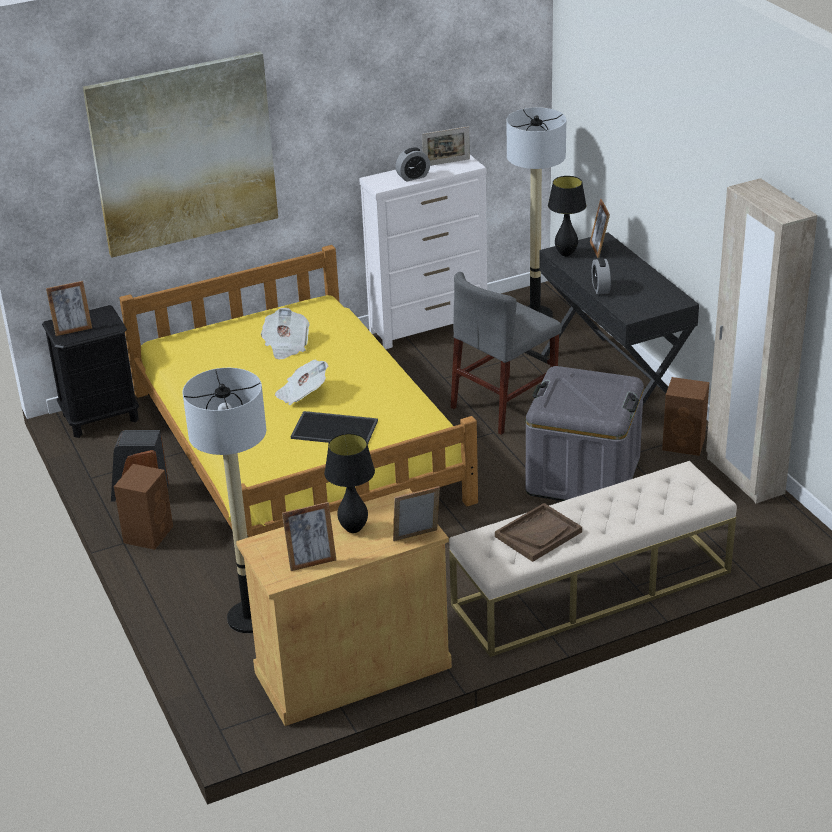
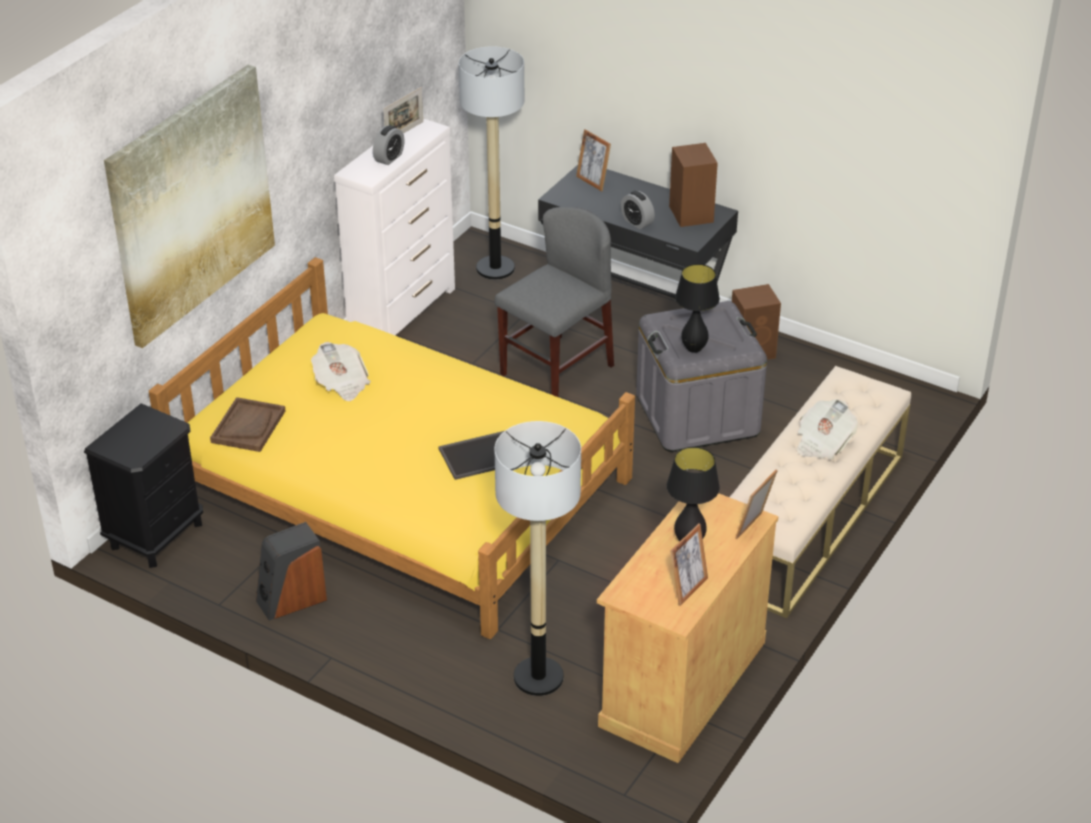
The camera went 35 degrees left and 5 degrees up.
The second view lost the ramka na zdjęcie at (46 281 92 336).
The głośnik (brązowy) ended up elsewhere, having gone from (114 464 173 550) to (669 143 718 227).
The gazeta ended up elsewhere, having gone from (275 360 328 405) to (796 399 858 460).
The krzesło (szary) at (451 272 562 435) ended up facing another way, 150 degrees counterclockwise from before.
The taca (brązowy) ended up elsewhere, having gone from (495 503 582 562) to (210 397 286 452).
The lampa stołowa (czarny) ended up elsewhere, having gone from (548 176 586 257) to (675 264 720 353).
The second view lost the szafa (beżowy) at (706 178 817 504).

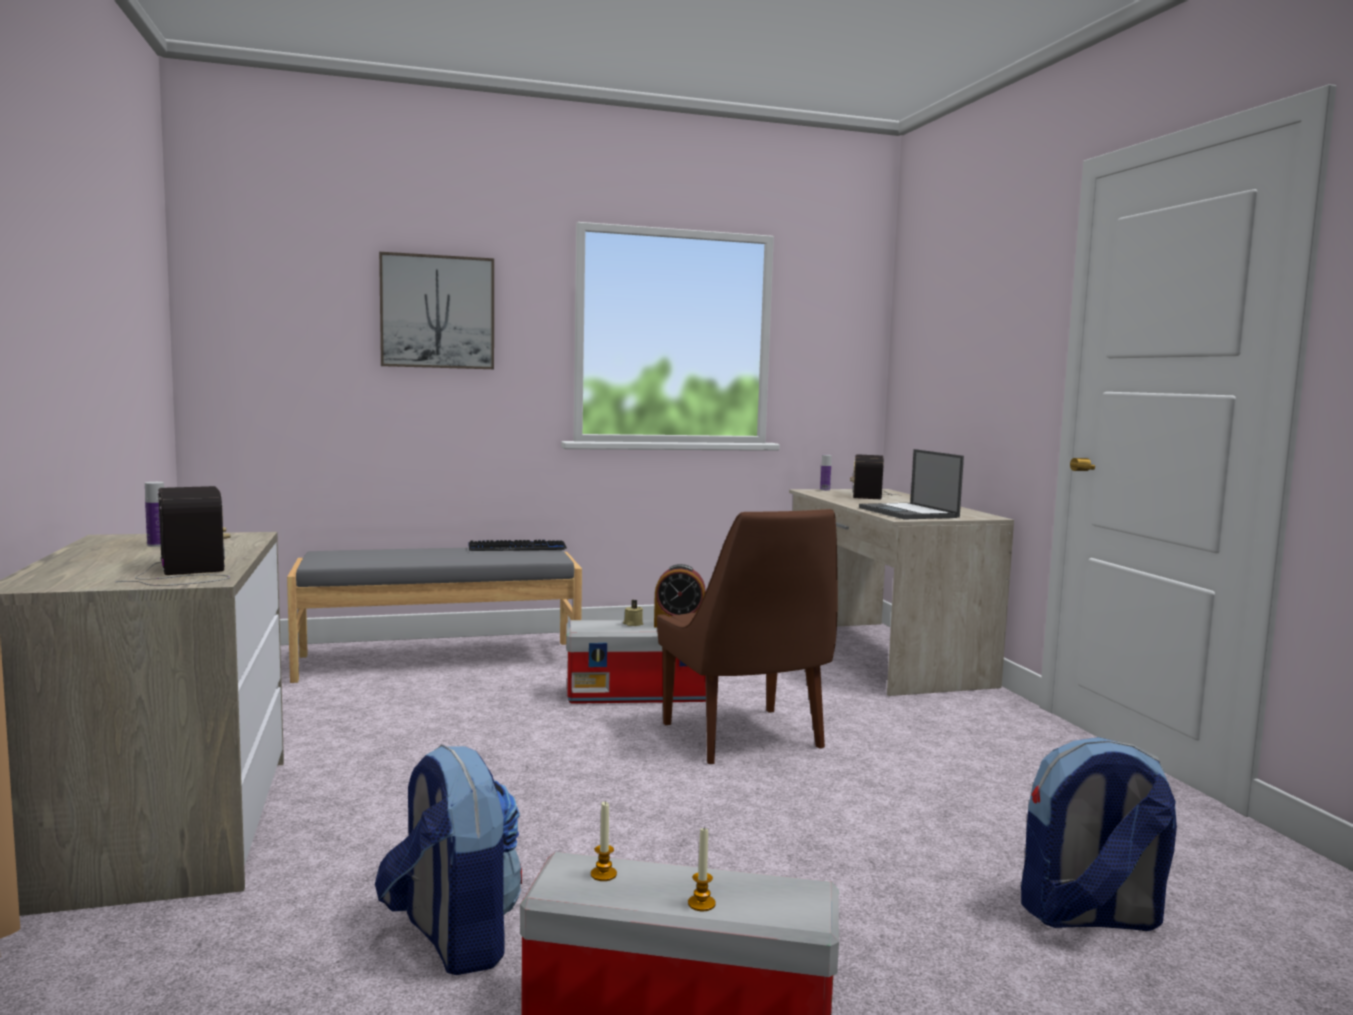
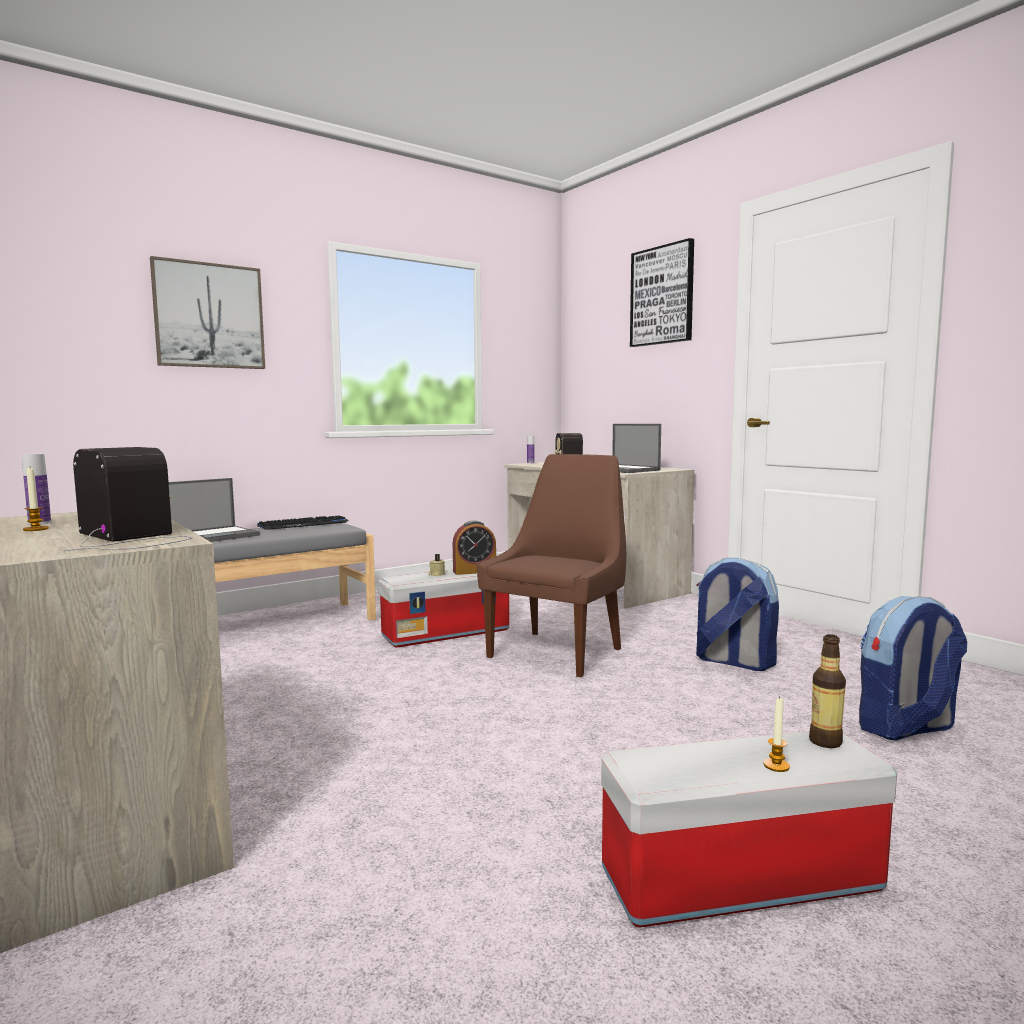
The camera went 20 degrees left and 0 degrees up.
The plecak ended up elsewhere, having gone from (375 744 522 975) to (696 558 779 671).
The świeca ended up elsewhere, having gone from (591 801 617 881) to (23 468 49 531).
The krzesło (brązowy) at (657 509 838 764) ended up facing another way, 105 degrees counterclockwise from before.
The second view gained the laptop at (169 478 260 542).
The second view gained the obraz at (630 238 694 347).
The second view gained the butelka at (809 634 846 748).

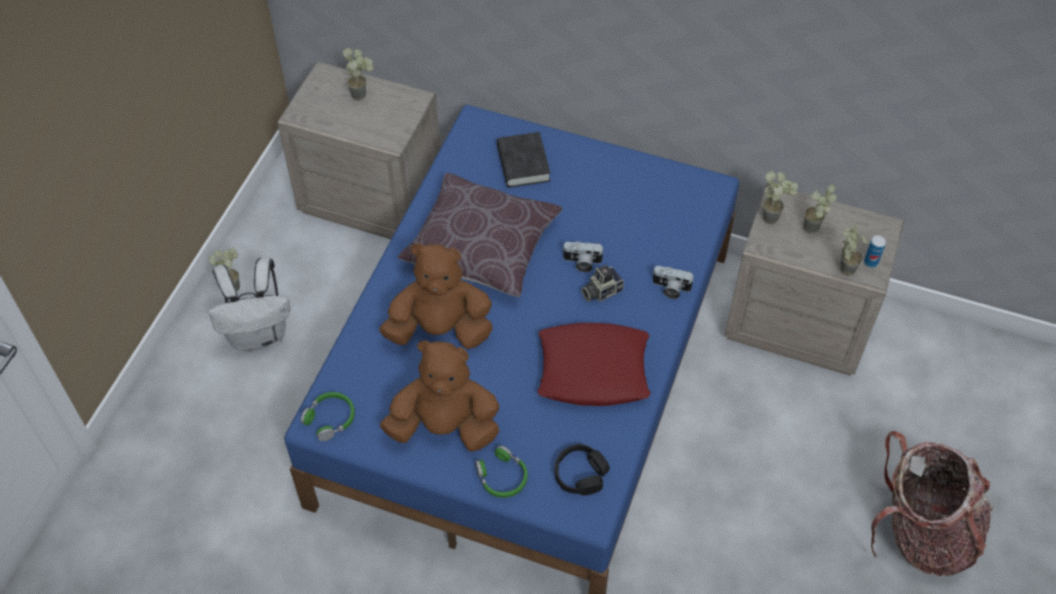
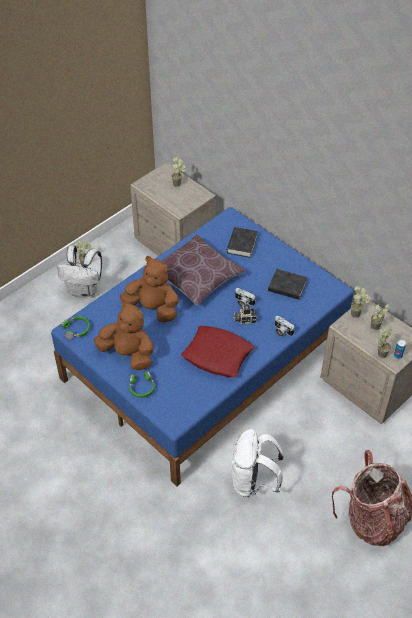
The camera went 25 degrees right and 5 degrees down.
The second view lost the słuchawki (czarny) at (554 444 610 495).
The second view gained the plecak (biały) at (232 429 284 497).
The second view gained the książka (czarny) at (268 269 307 300).

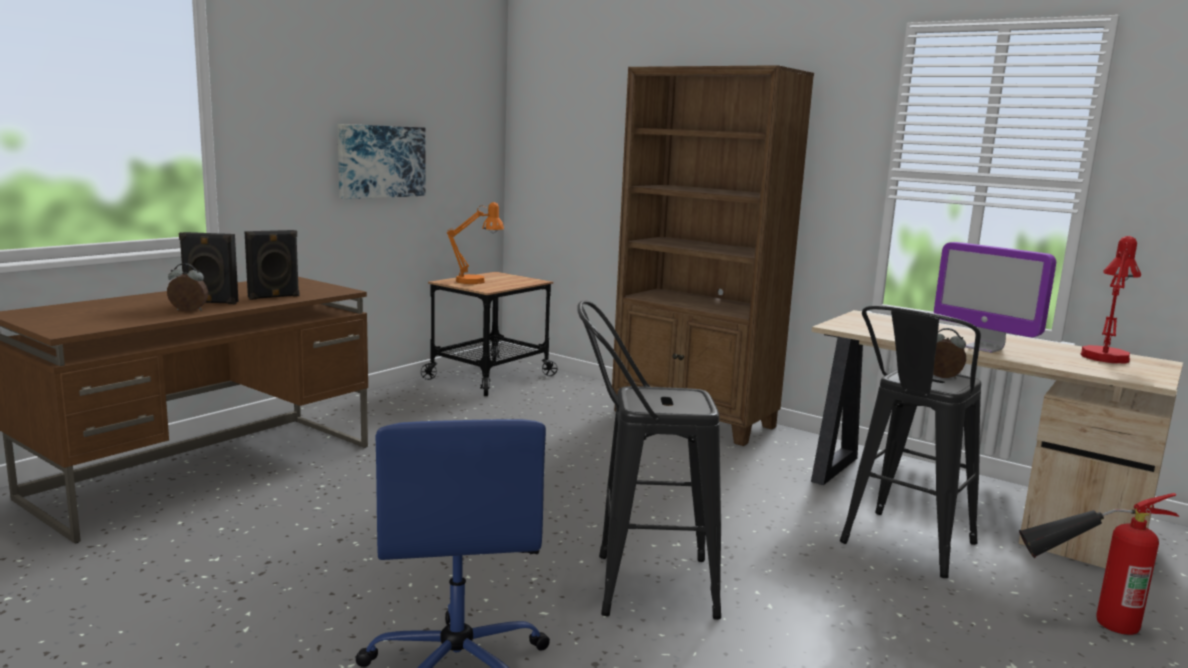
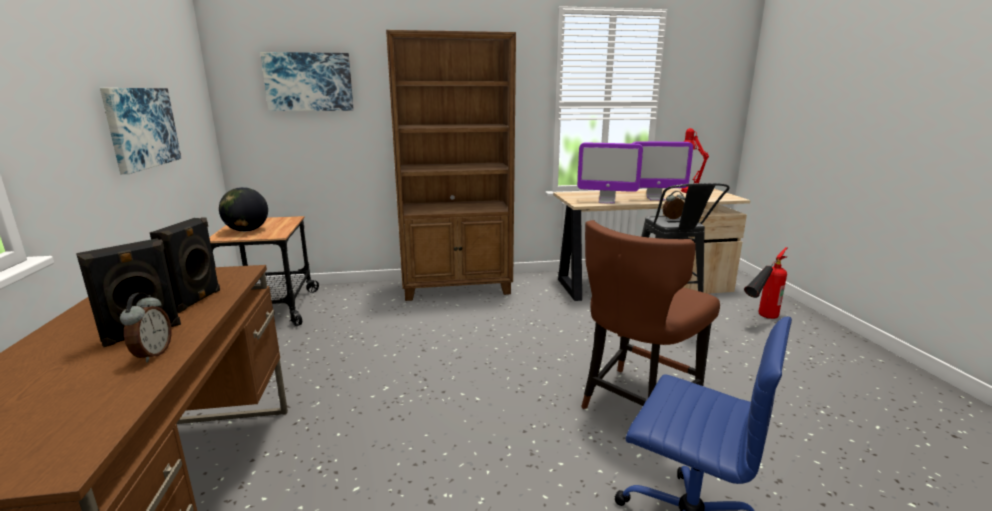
The camera went 45 degrees left and 5 degrees up.
The budzik at (167 263 208 312) ended up facing another way, 135 degrees clockwise from before.
Where the lampa stołowa (pomarańczowy) stood at (447 202 504 284), the globus came to stand at (219 187 268 232).
Where the stołek (czarny) stood at (577 300 721 620), the krzesło (brązowy) came to stand at (581 220 720 409).
The second view gained the obraz at (260 52 354 111).
The second view gained the monitor at (577 143 643 204).

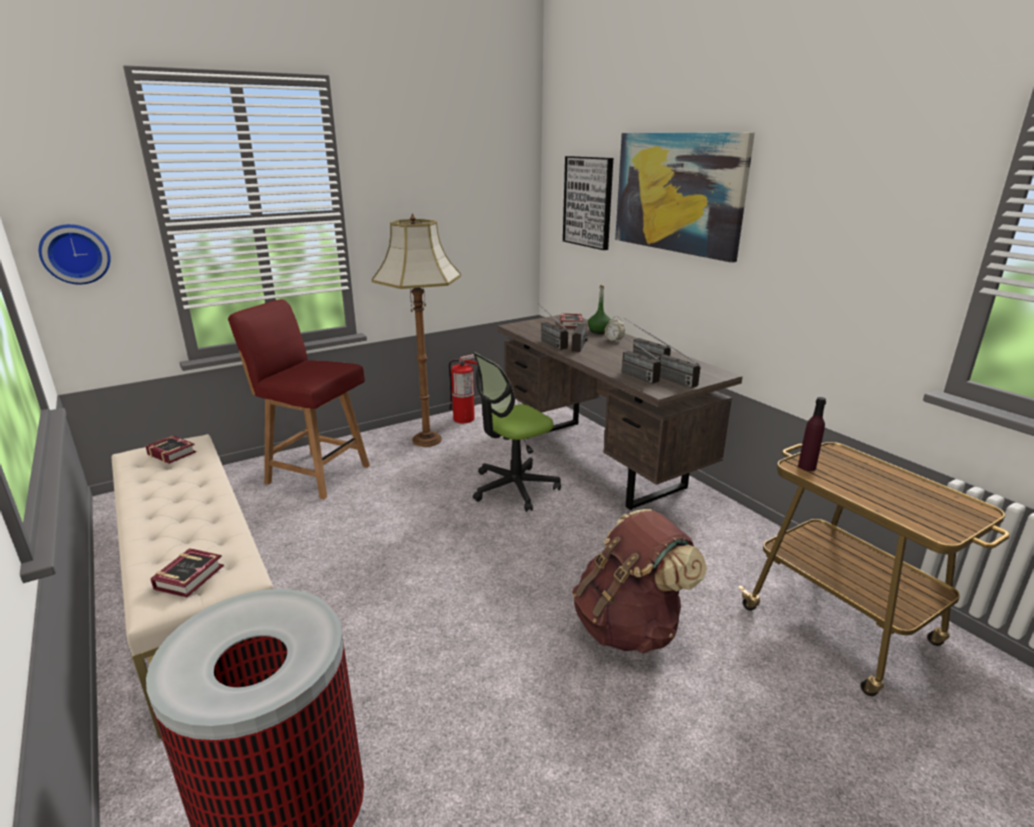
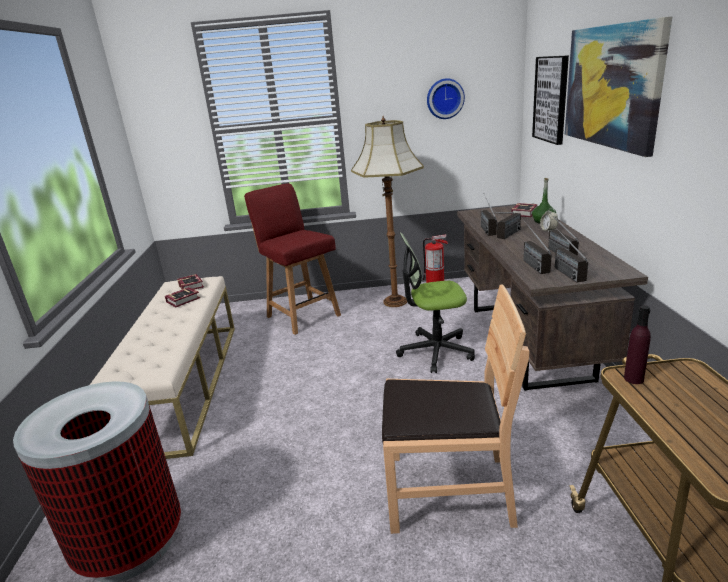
The camera went 30 degrees right and 0 degrees up.
The zegar ścienny ended up elsewhere, having gone from (39 224 111 284) to (427 78 465 119).
The książka ended up elsewhere, having gone from (150 548 224 597) to (165 287 200 307).
Where the plecak (brązowy) stood at (572 509 707 654), the krzesło (brązowy) came to stand at (382 284 529 534).

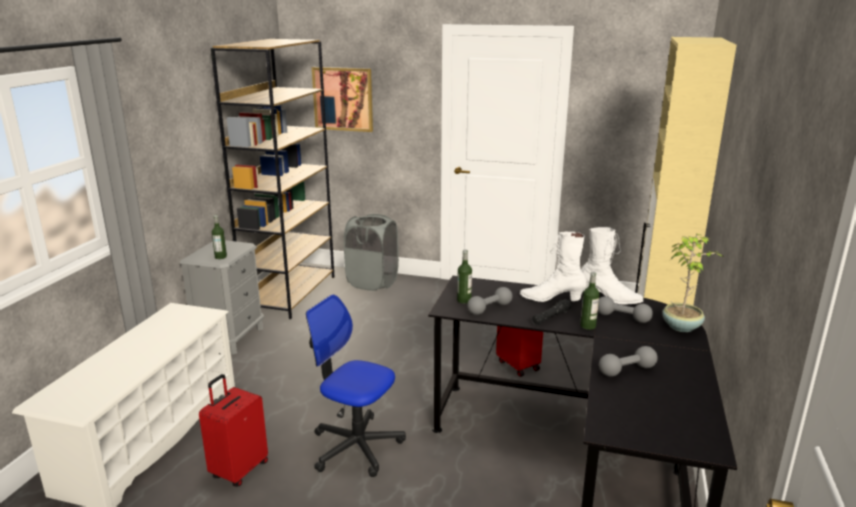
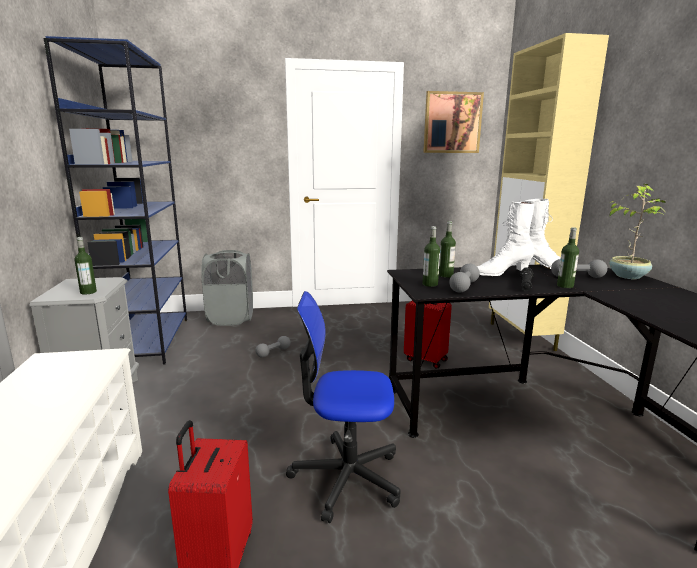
The camera went 25 degrees left and 5 degrees down.
What was the regał (brązowy) at (211 39 334 319) turned into the regał (niebieski) at (43 36 187 365).
The obraz ended up elsewhere, having gone from (312 67 373 132) to (423 91 484 153).
The hantel (szary) ended up elsewhere, having gone from (599 346 658 377) to (255 336 291 358).
The second view gained the butelka at (439 221 456 278).

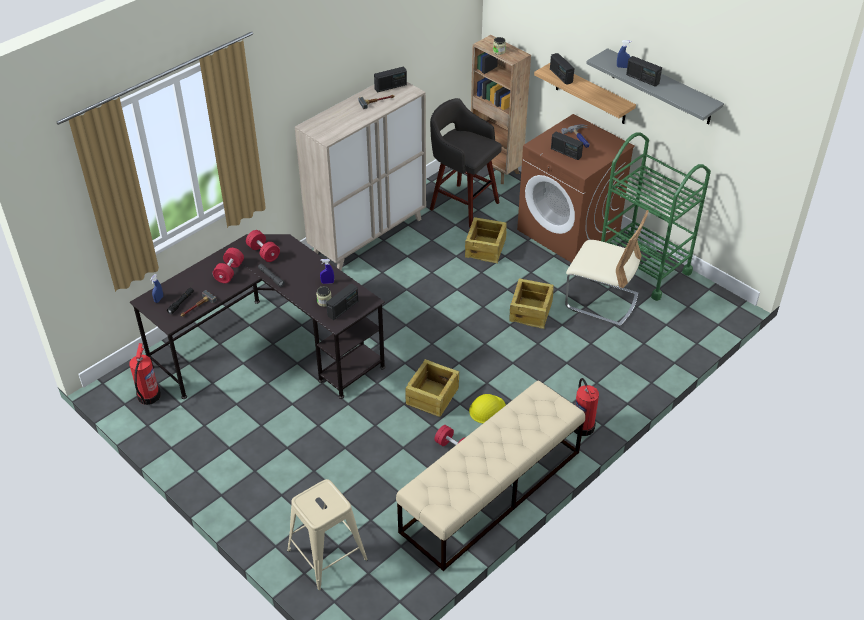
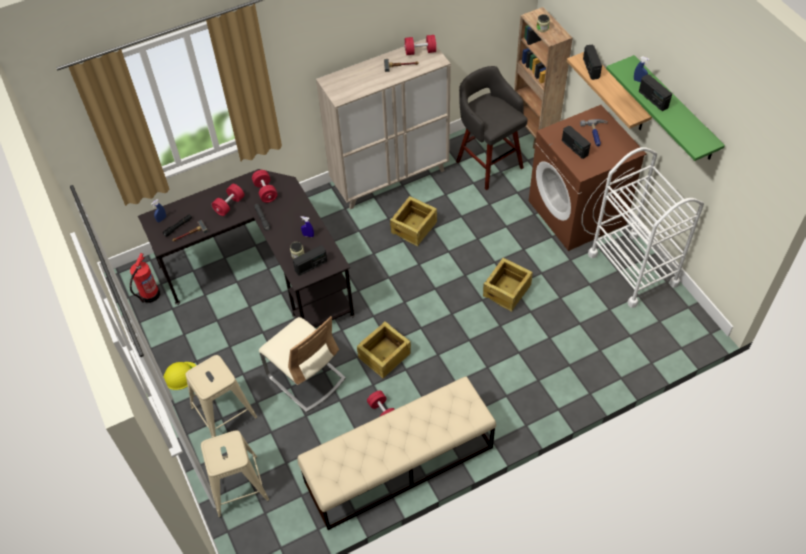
The camera went 20 degrees right and 10 degrees up.
Where the radio stood at (374 67 407 93), the hantel (czerwony) came to stand at (404 35 437 55).
The skrzynka ended up elsewhere, having gone from (465 217 507 263) to (390 196 437 247).
The kask (żółty) ended up elsewhere, having gone from (469 394 506 423) to (163 362 197 390).
The krzesło (beżowy) ended up elsewhere, having gone from (565 210 649 326) to (259 316 346 412).
The second view lost the gaśnica at (573 378 599 436).
What was the półka (szary) at (586 48 724 124) turned into the półka (zielony) at (606 55 725 161).
What was the wózek (zielony) at (601 132 711 301) turned into the wózek (biały) at (588 147 704 308).
The second view gained the stołek (beżowy) at (185 355 257 438).

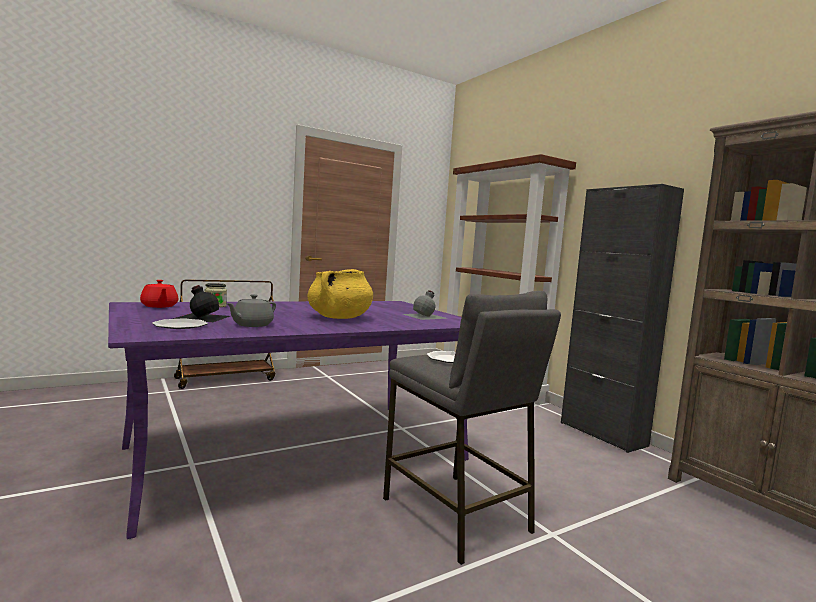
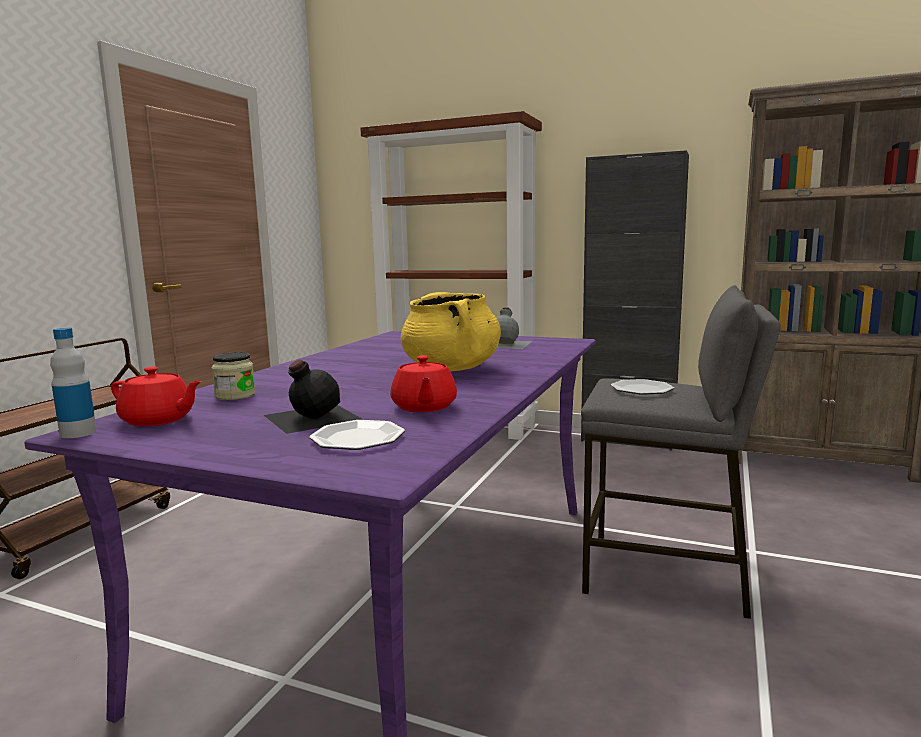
The camera went 35 degrees left and 5 degrees up.
What was the imbryk (szary) at (226 294 276 327) turned into the imbryk (czerwony) at (390 355 457 412).
The second view gained the butelka at (50 328 97 438).

